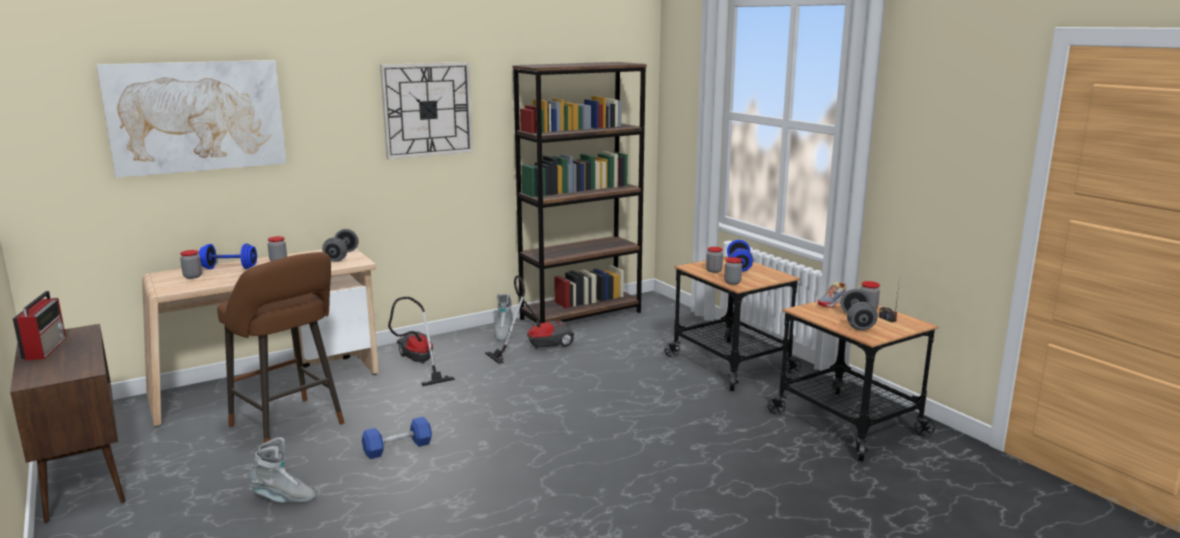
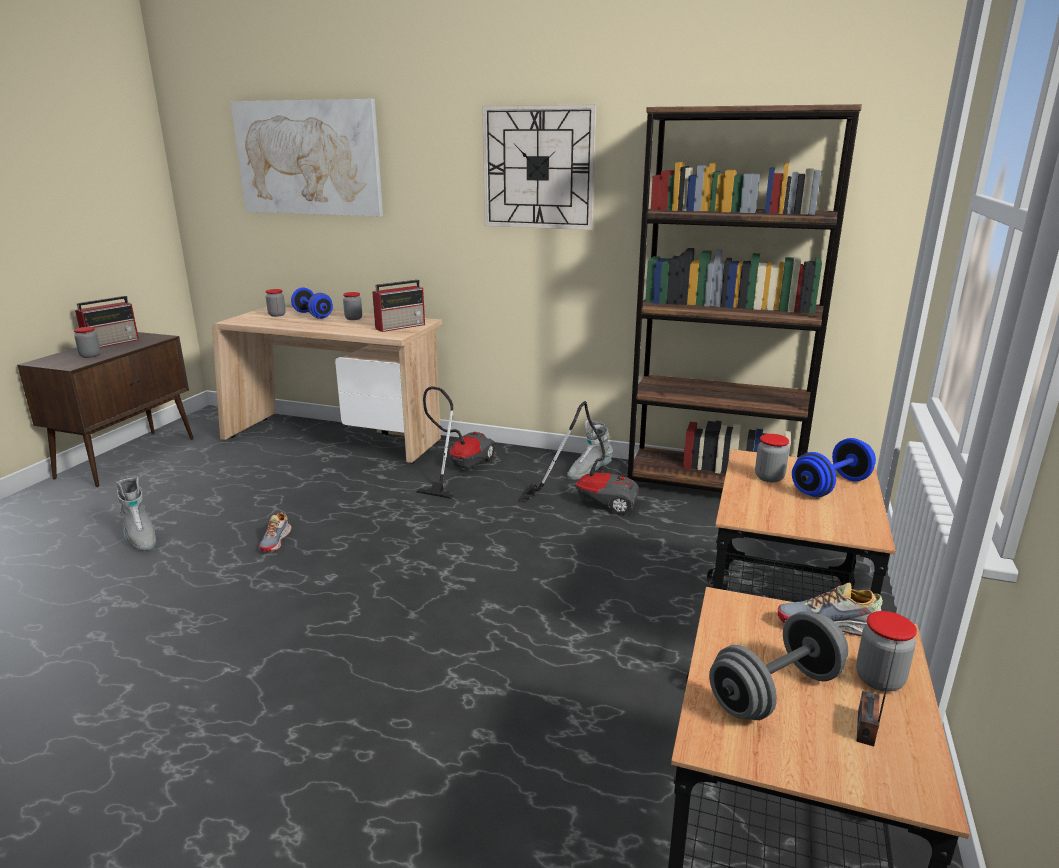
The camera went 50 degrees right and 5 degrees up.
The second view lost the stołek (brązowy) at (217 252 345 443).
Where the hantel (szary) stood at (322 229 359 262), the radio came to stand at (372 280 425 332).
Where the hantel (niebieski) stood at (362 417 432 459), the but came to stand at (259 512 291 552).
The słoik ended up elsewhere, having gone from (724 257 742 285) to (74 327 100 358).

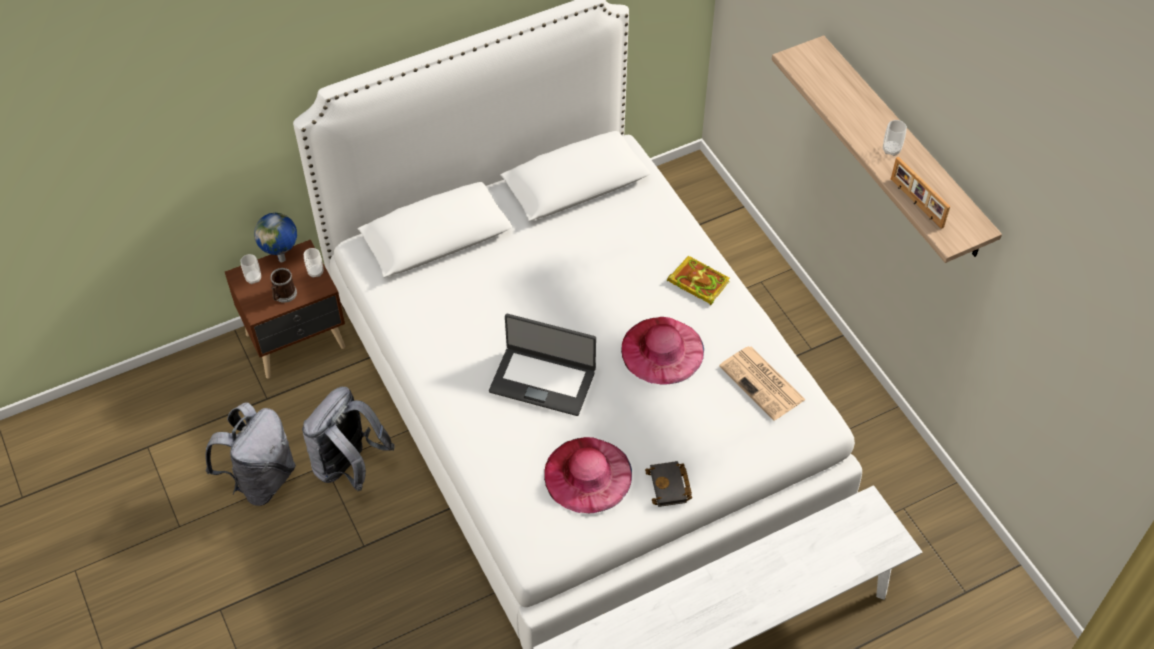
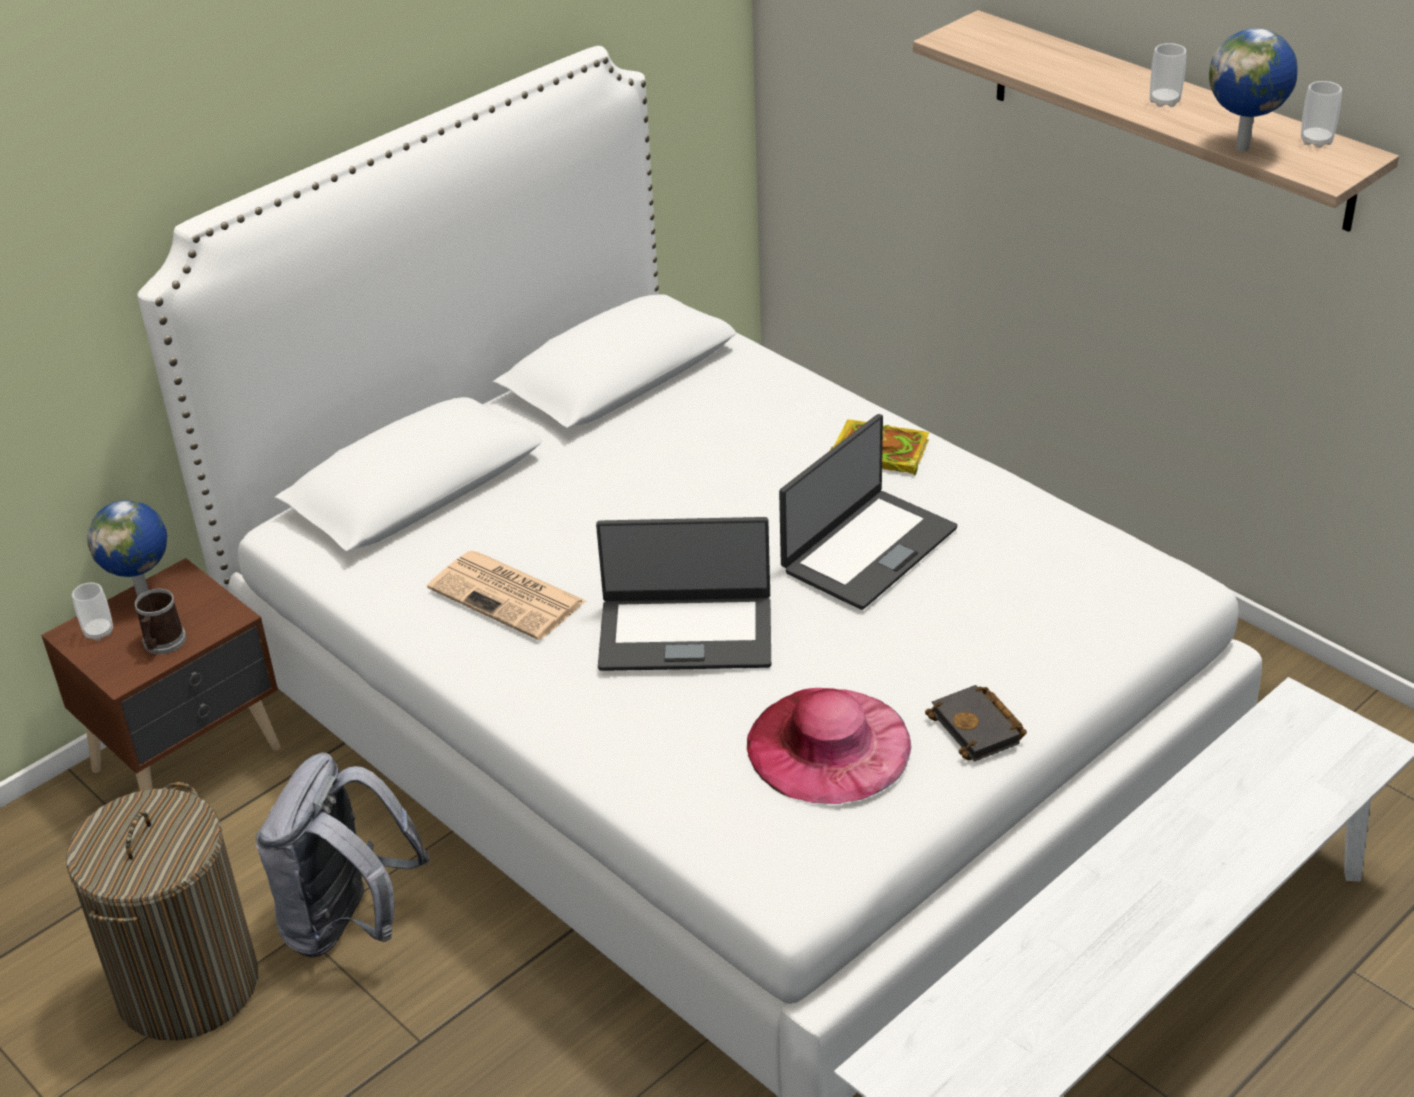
The camera went 15 degrees left and 15 degrees down.
Where the plecak (szary) stood at (205 402 296 506), the kosz na pranie came to stand at (66 782 258 1040).
The filiżanka ended up elsewhere, having gone from (304 248 323 278) to (1301 81 1342 148).
Where the kapelusz (różowy) stood at (621 317 704 385), the laptop came to stand at (779 414 957 610).
The gazeta ended up elsewhere, having gone from (719 346 806 421) to (427 550 586 640).
Where the ramka na zdjęcie stood at (891 157 950 229), the globus came to stand at (1209 29 1298 152).

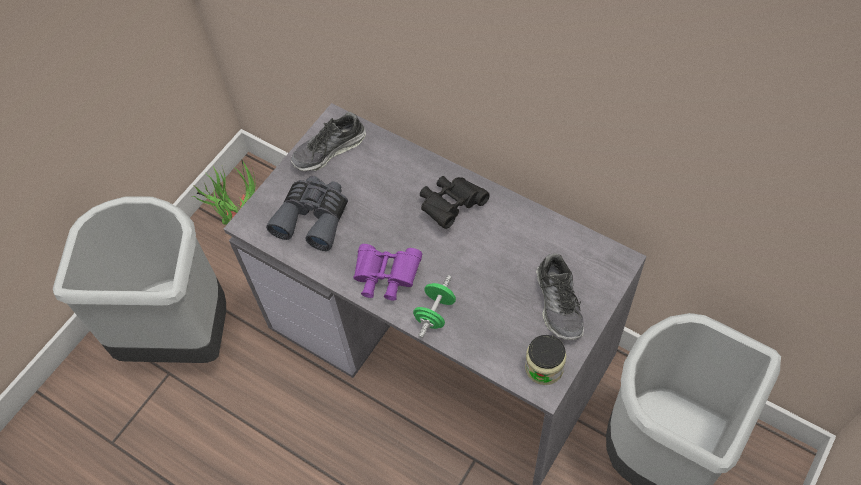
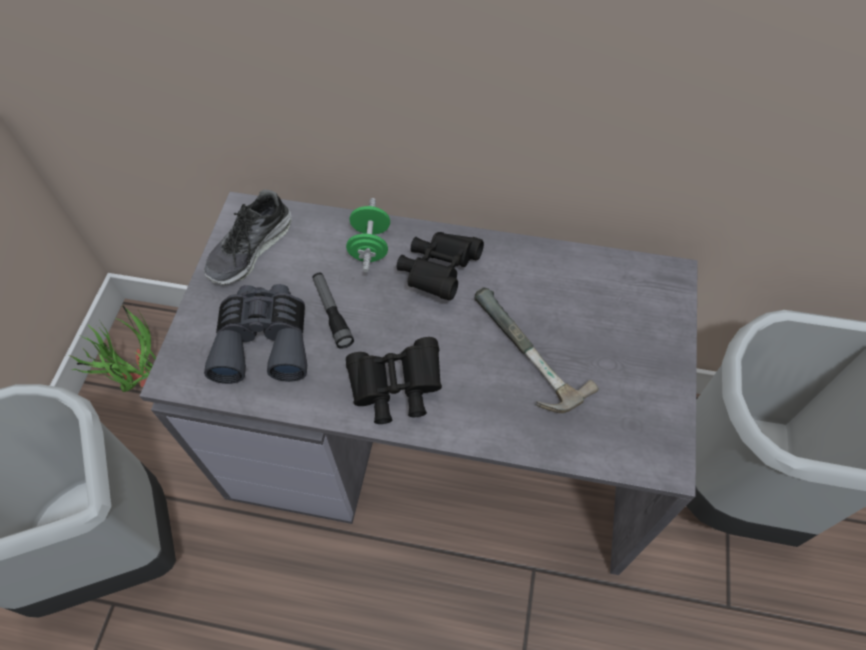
The camera went 25 degrees left and 0 degrees up.
What was the lornetka (fioletowy) at (353 244 422 300) turned into the lornetka (czarny) at (346 337 442 424).
The hantel (zielony) ended up elsewhere, having gone from (413 275 456 338) to (346 198 390 272).
The second view lost the słoik at (525 335 566 385).
The second view lost the but at (536 253 584 340).
The second view gained the latarka at (313 273 354 349).
The second view gained the młotek at (474 288 599 413).

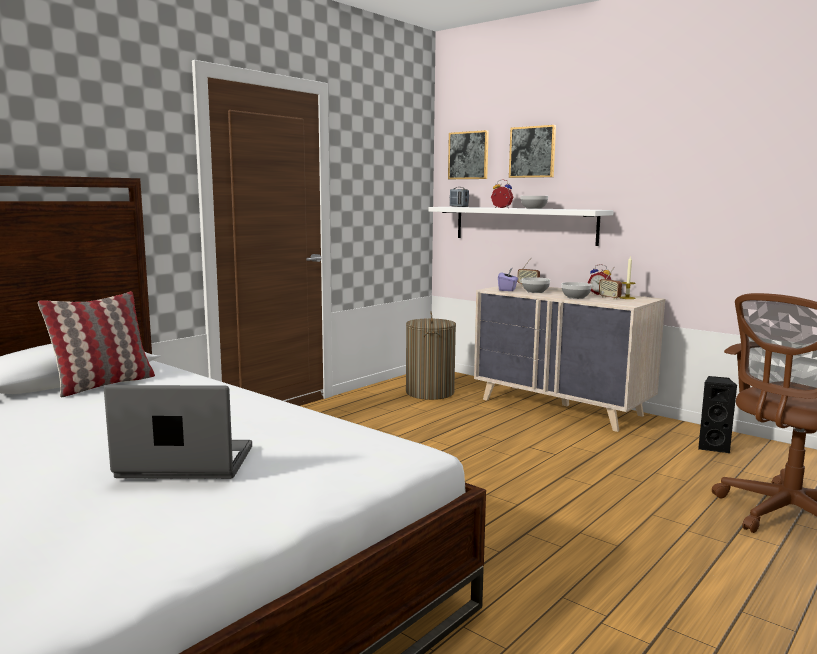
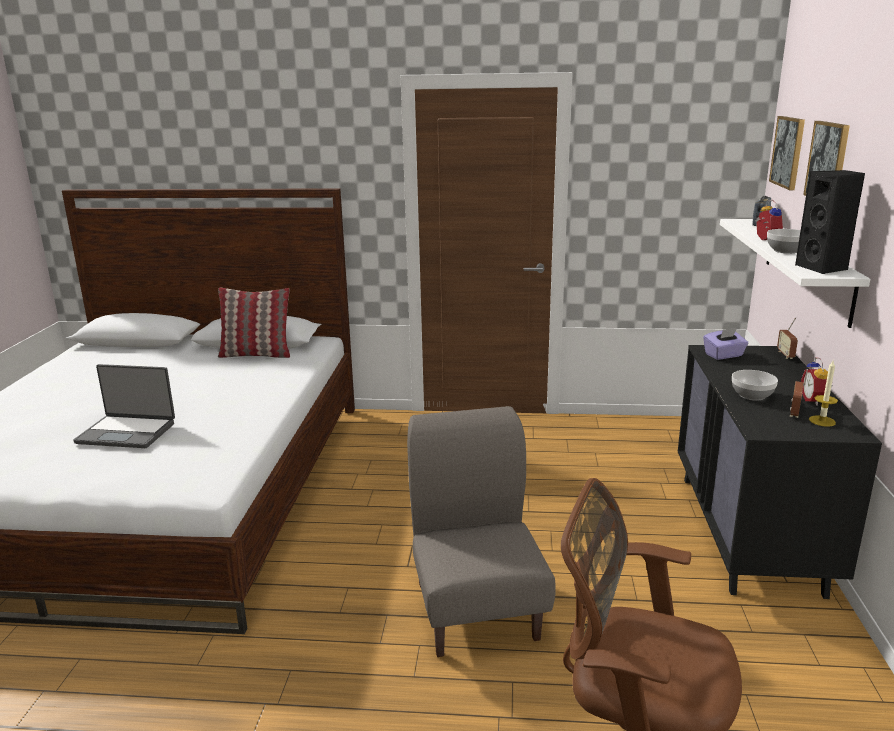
The camera went 55 degrees right and 10 degrees up.
The laptop at (104 385 252 479) ended up facing another way, 135 degrees clockwise from before.
The second view lost the kosz na pranie at (406 311 456 400).
What was the komoda (beżowy) at (474 284 665 432) turned into the komoda (czarny) at (678 345 882 599).
The second view lost the miska at (522 277 550 293).
The głośnik (czarny) ended up elsewhere, having gone from (698 376 737 453) to (795 170 865 274).
The second view gained the krzesło (szary) at (407 406 556 657).

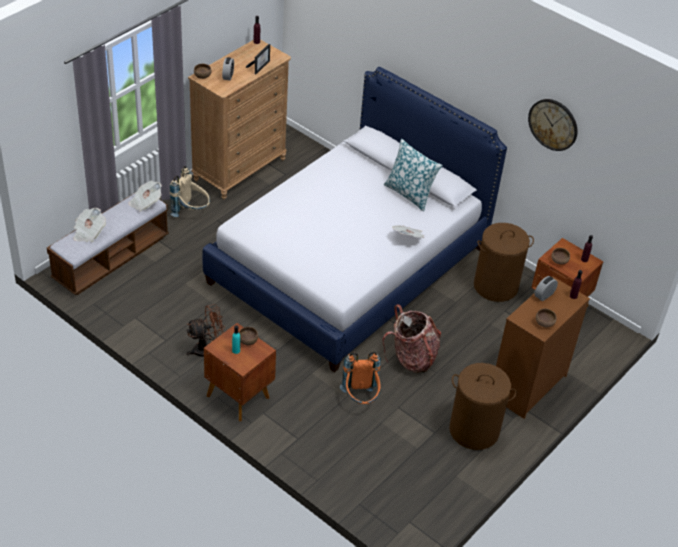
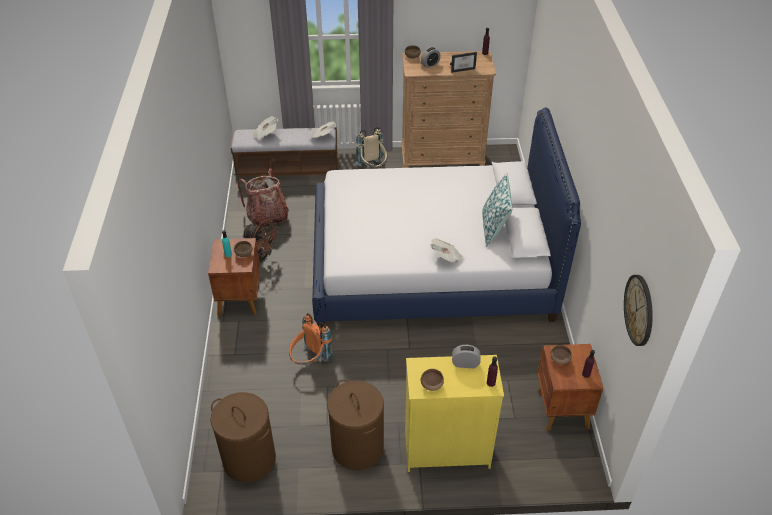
The camera went 50 degrees right and 0 degrees up.
The plecak ended up elsewhere, having gone from (382 304 441 373) to (238 168 289 229).
The kosz na pranie (brązowy) ended up elsewhere, having gone from (474 223 534 302) to (210 392 276 483).
What was the komoda (brązowy) at (496 276 590 419) turned into the komoda (żółty) at (405 355 504 472).
The zegar ścienny ended up elsewhere, having gone from (528 99 577 151) to (624 275 653 346).

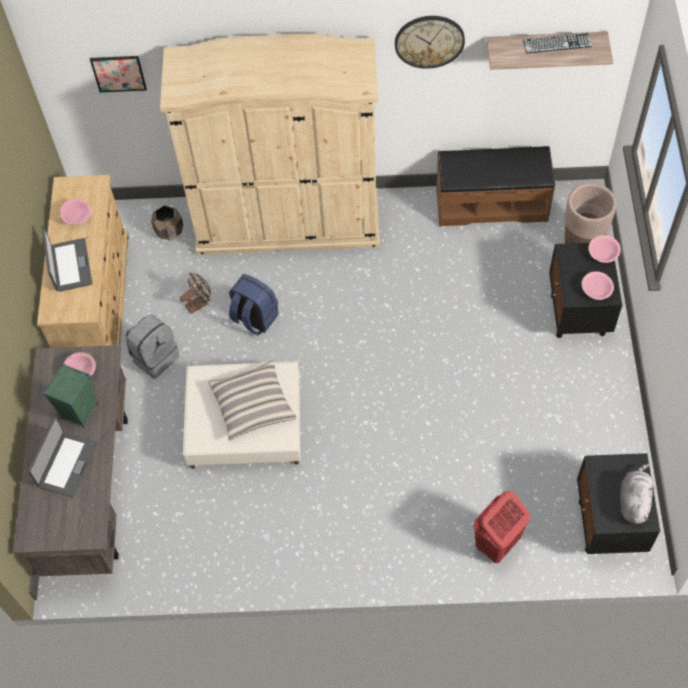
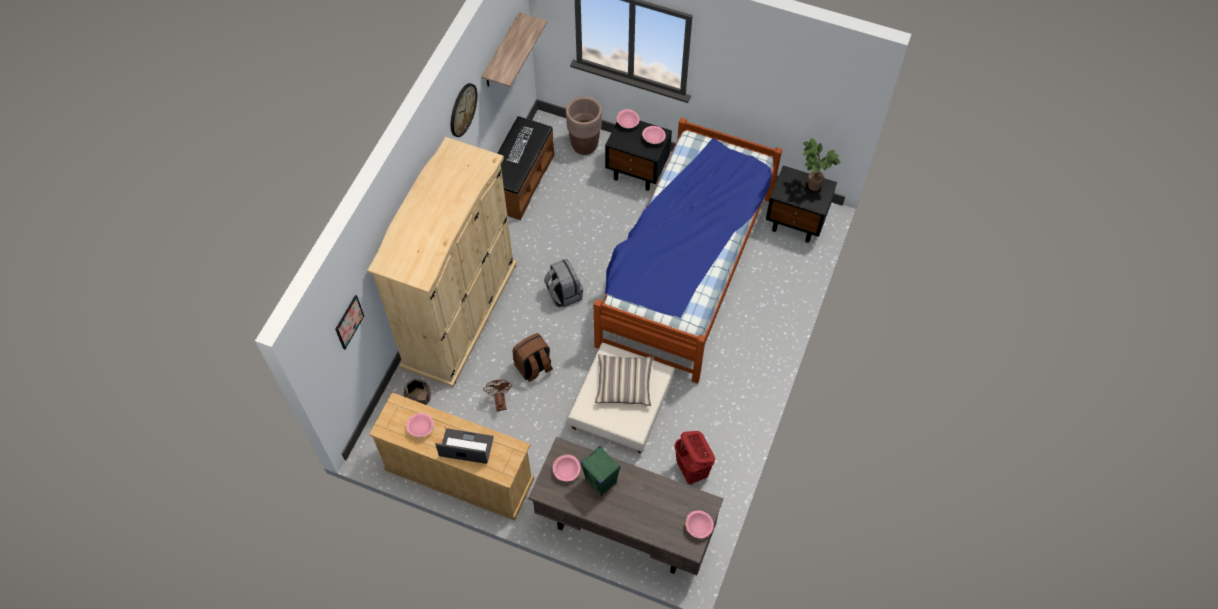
The camera went 70 degrees left and 0 degrees up.
The second view lost the laptop at (28 416 98 497).
The plecak (szary) ended up elsewhere, having gone from (126 314 179 379) to (544 259 583 308).
What was the plecak (niebieski) at (229 274 279 336) turned into the plecak (brązowy) at (513 333 553 382).
The kosz na pranie (czerwony) ended up elsewhere, having gone from (473 491 530 563) to (674 431 715 485).
The klawiatura ended up elsewhere, having gone from (523 33 592 53) to (506 126 534 164).
Where the pluszak (szary) stood at (620 464 655 524), the roślina doniczkowa came to stand at (803 138 840 191).
The second view gained the łóżko at (594 118 782 384).
The second view gained the miska (różowy) at (685 510 714 539).

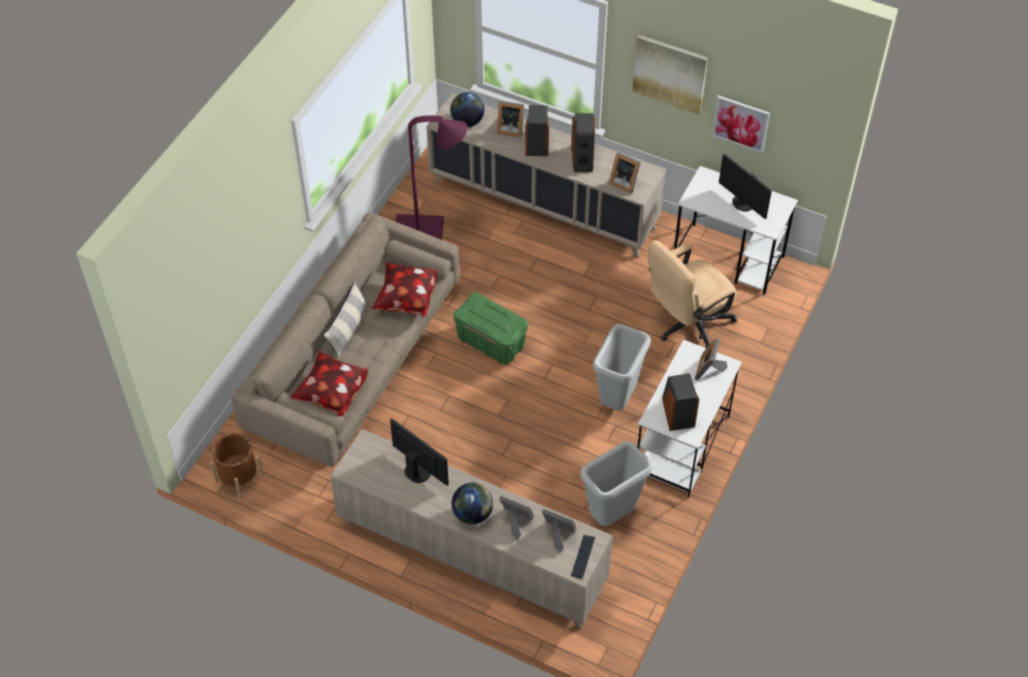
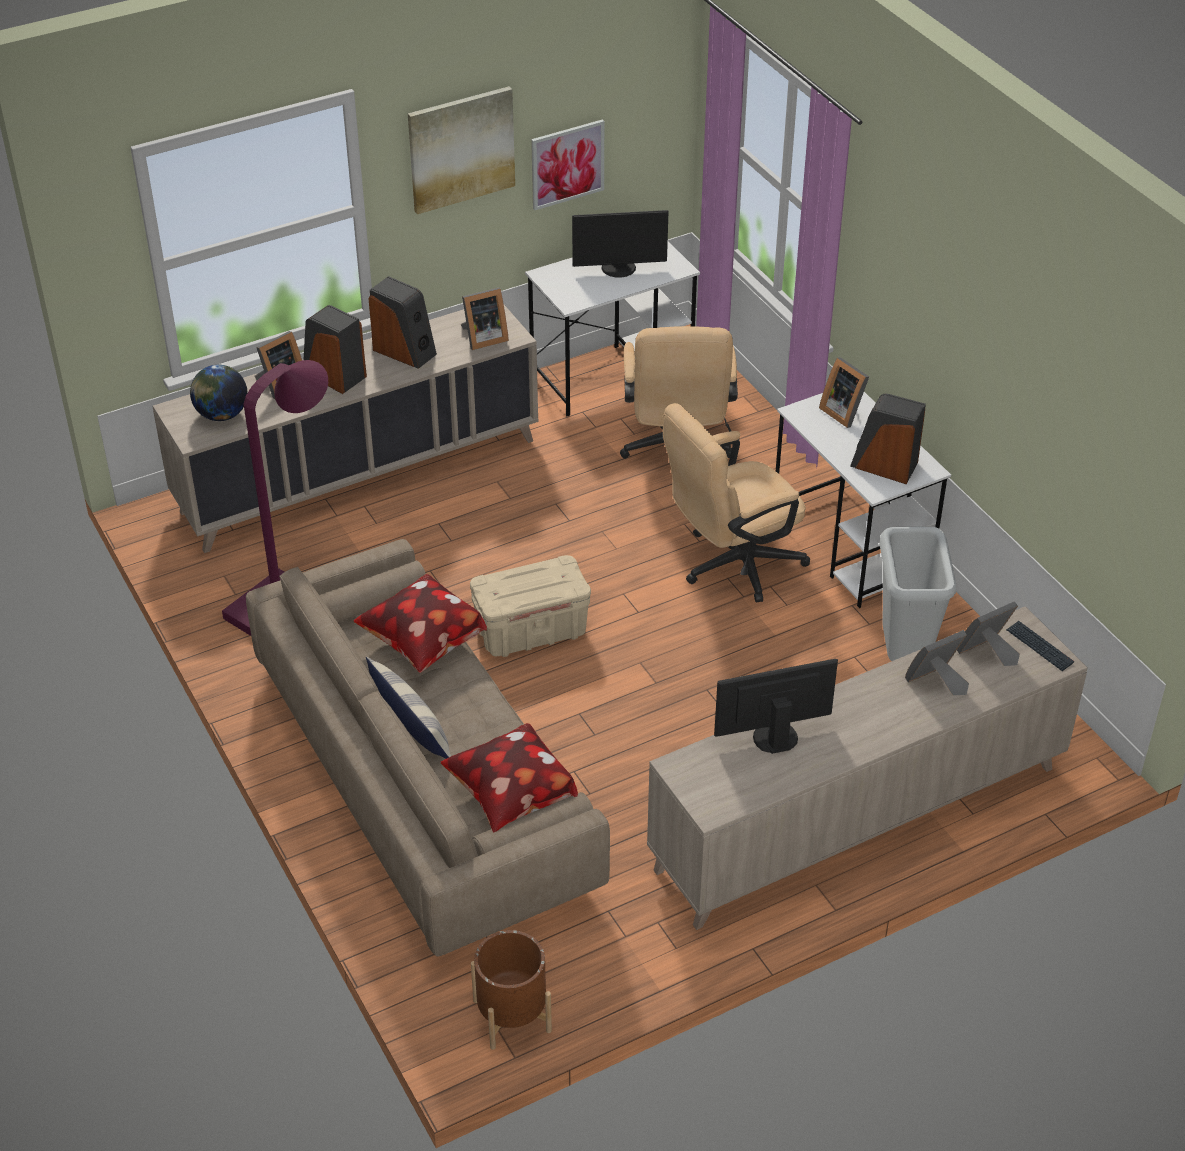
The camera went 55 degrees left and 10 degrees down.
The second view lost the globus at (452 483 493 524).
What was the pojemnik do przechowywania (zielony) at (453 292 528 365) turned into the pojemnik do przechowywania (beżowy) at (470 555 591 657).
Where the kosz na śmieci (szary) stood at (593 324 651 410), the krzesło biurowe (beżowy) came to stand at (663 403 810 603).

